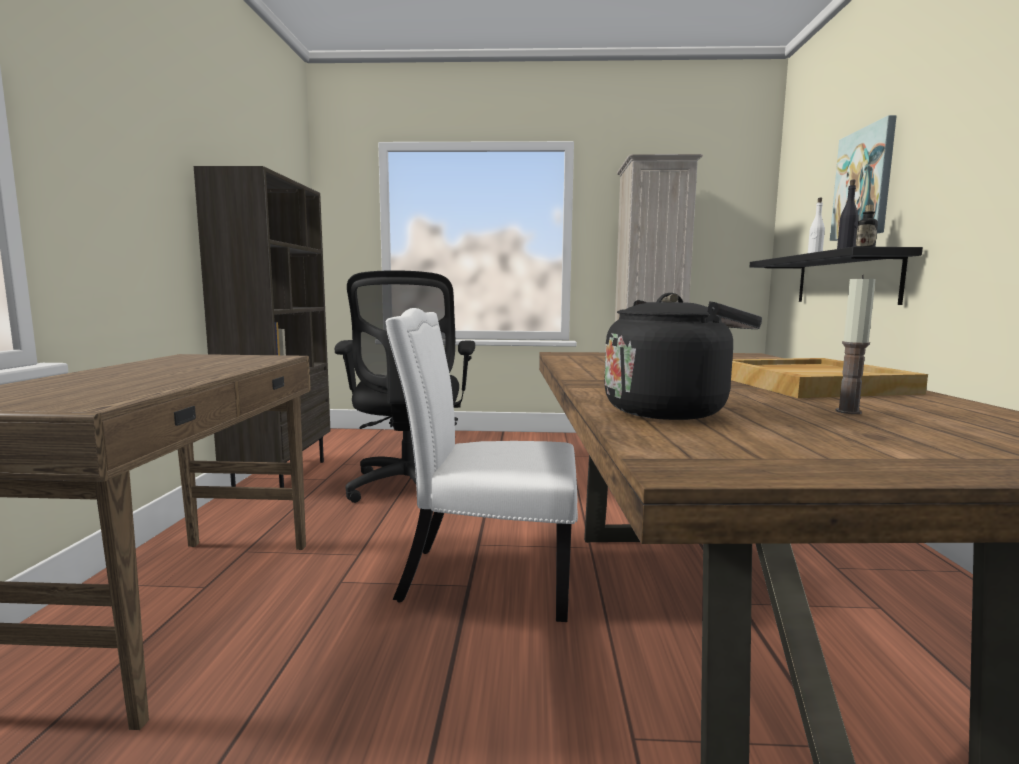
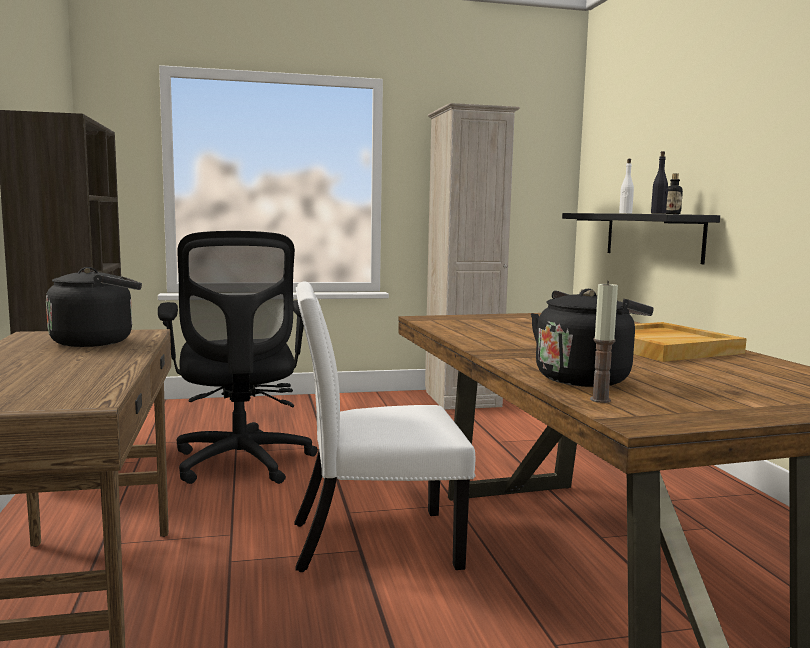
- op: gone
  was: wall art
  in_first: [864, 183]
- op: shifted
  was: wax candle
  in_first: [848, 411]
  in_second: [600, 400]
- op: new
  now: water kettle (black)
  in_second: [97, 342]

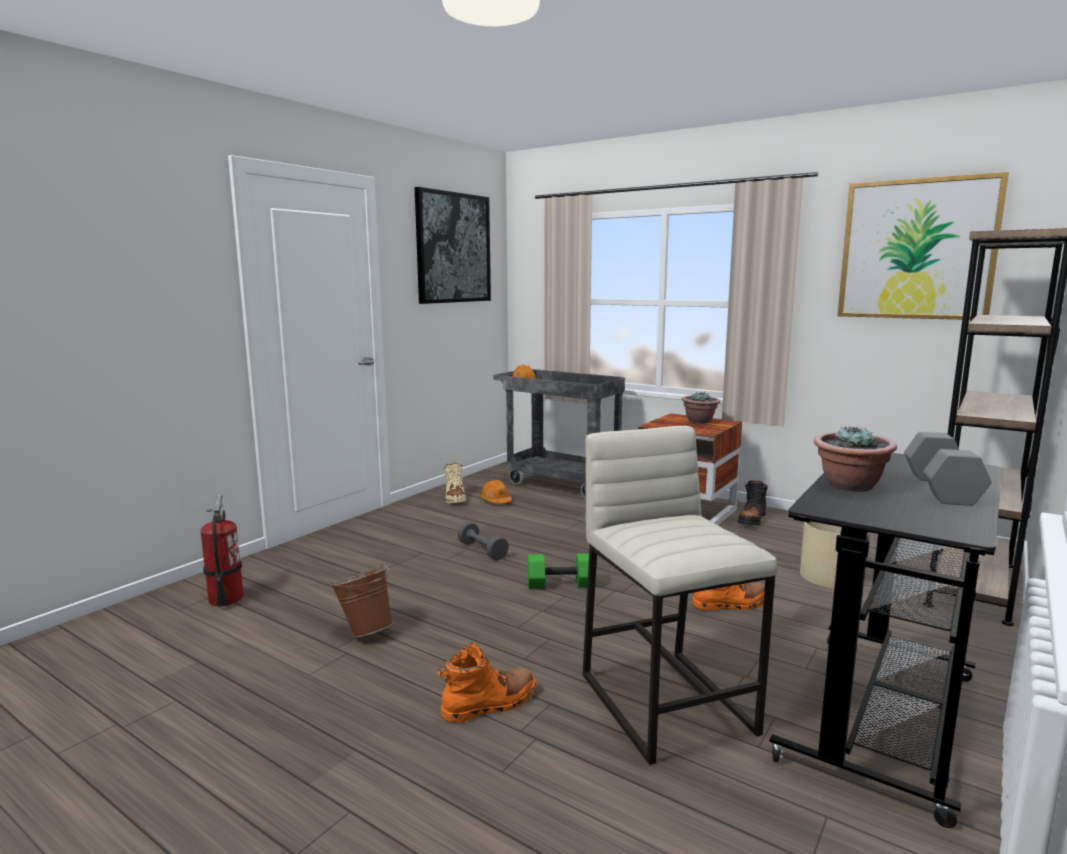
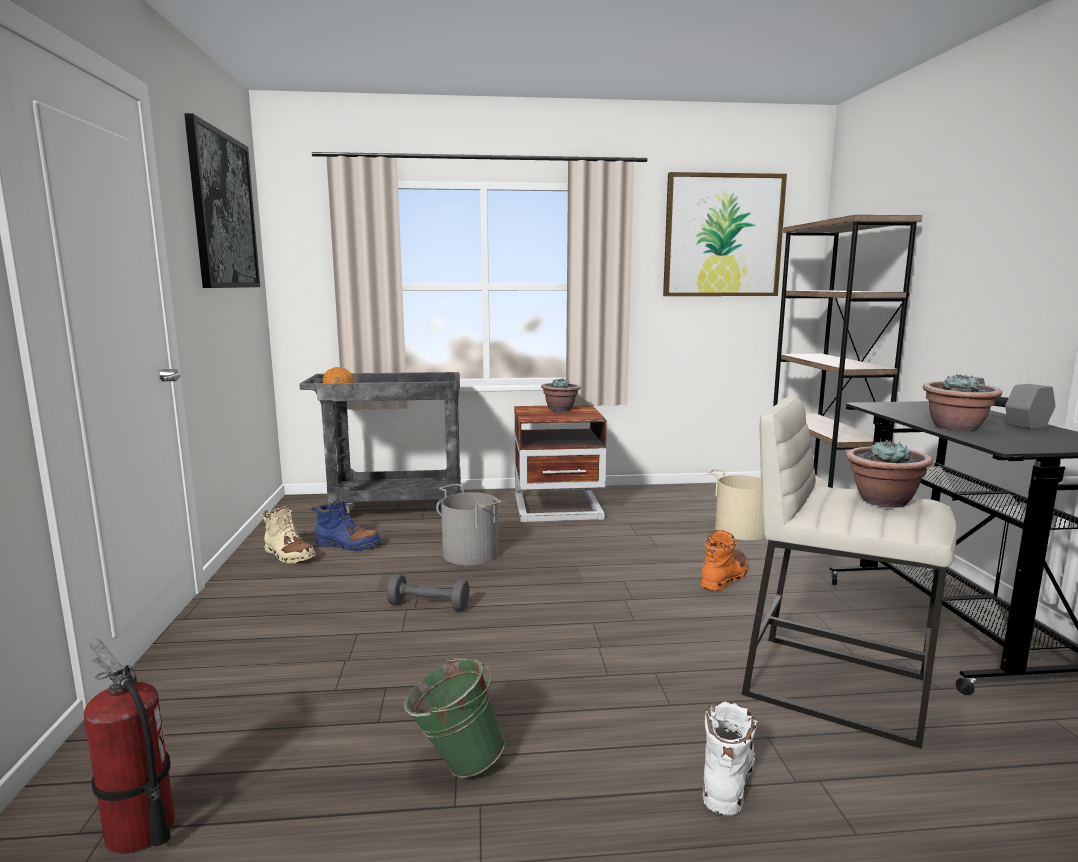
- op: swapped
  was: safety helmet (orangey)
  now: tall boot (blue)
  in_first: [496, 501]
  in_second: [347, 544]
- op: gone
  was: tall boot (black)
  in_first: [752, 520]
- op: gone
  was: free weight (greenish)
  in_first: [560, 585]
- op: repainted
  was: water bucket (brownish)
  now: water bucket (greenish)
  in_first: [365, 631]
  in_second: [455, 763]
- op: repainted
  was: tall boot (orangey)
  now: tall boot (white)
  in_first: [490, 704]
  in_second: [727, 771]
- op: new
  now: houseplant
  in_second: [883, 501]
- op: new
  now: water bucket (grey)
  in_second: [471, 553]

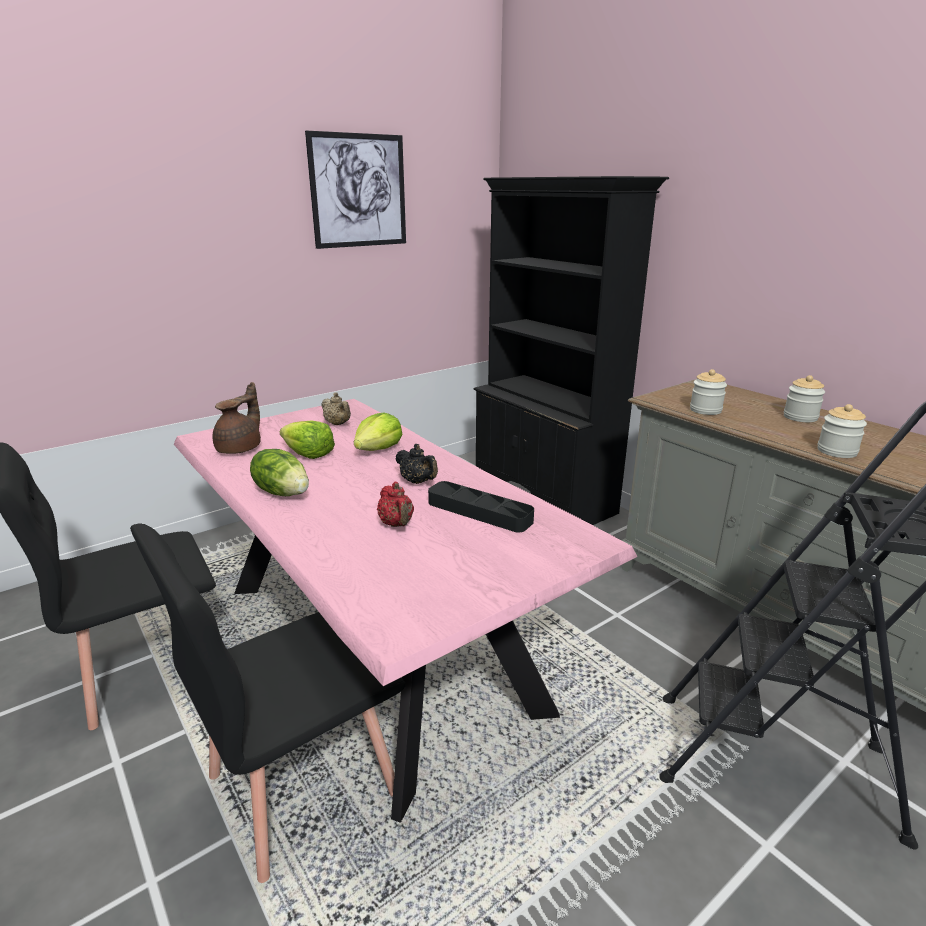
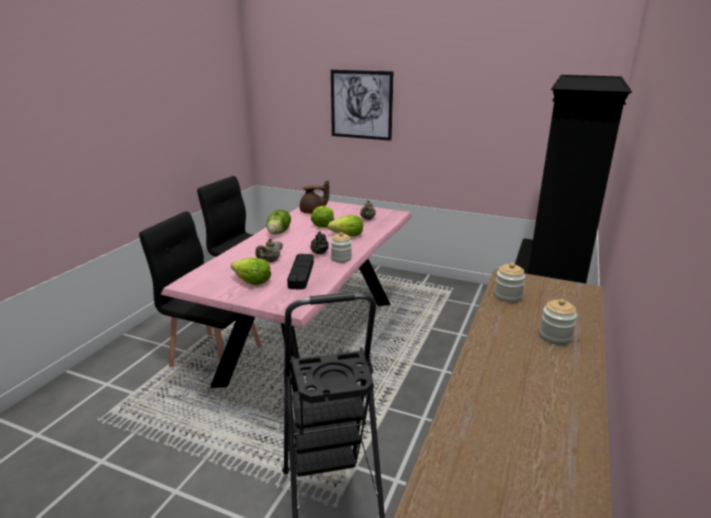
- op: shifted
  was: wall art
  in_first: [359, 191]
  in_second: [361, 105]
- op: shifted
  was: storage jar
  in_first: [836, 451]
  in_second: [341, 258]
- op: repainted
  was: teapot (red)
  now: teapot (beige)
  in_first: [397, 524]
  in_second: [270, 261]
- op: new
  now: head of lettuce
  in_second: [252, 281]

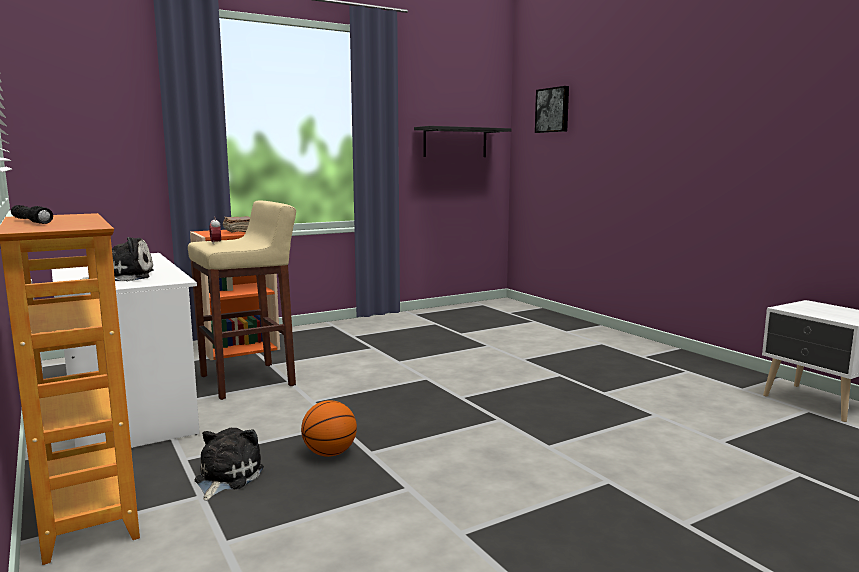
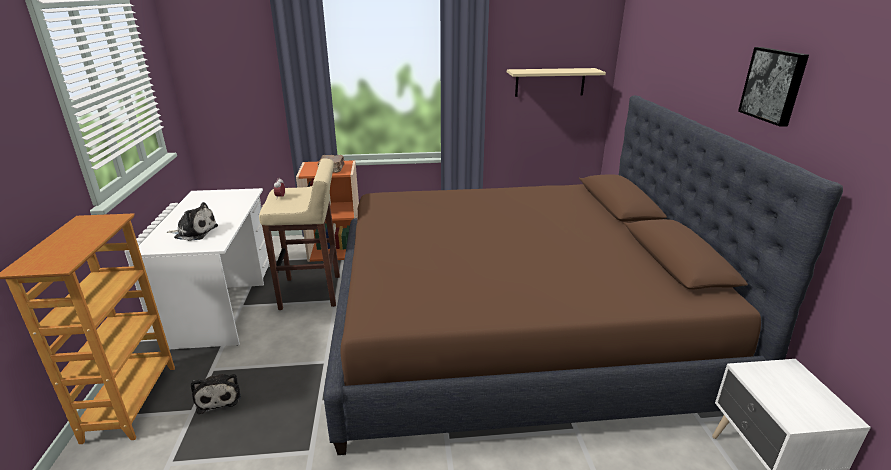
- op: shifted
  was: wall art
  in_first: [553, 110]
  in_second: [774, 85]
- op: repainted
  was: bracket shelf (black)
  now: bracket shelf (beige)
  in_first: [455, 142]
  in_second: [550, 82]
- op: gone
  was: torch (black)
  in_first: [31, 221]
- op: gone
  was: basketball
  in_first: [330, 453]
- op: rotated
  was: cuddly toy
  in_first: [226, 477]
  in_second: [219, 397]
  clockwise: 120
- op: new
  now: bedroom bed (brownish)
  in_second: [514, 327]

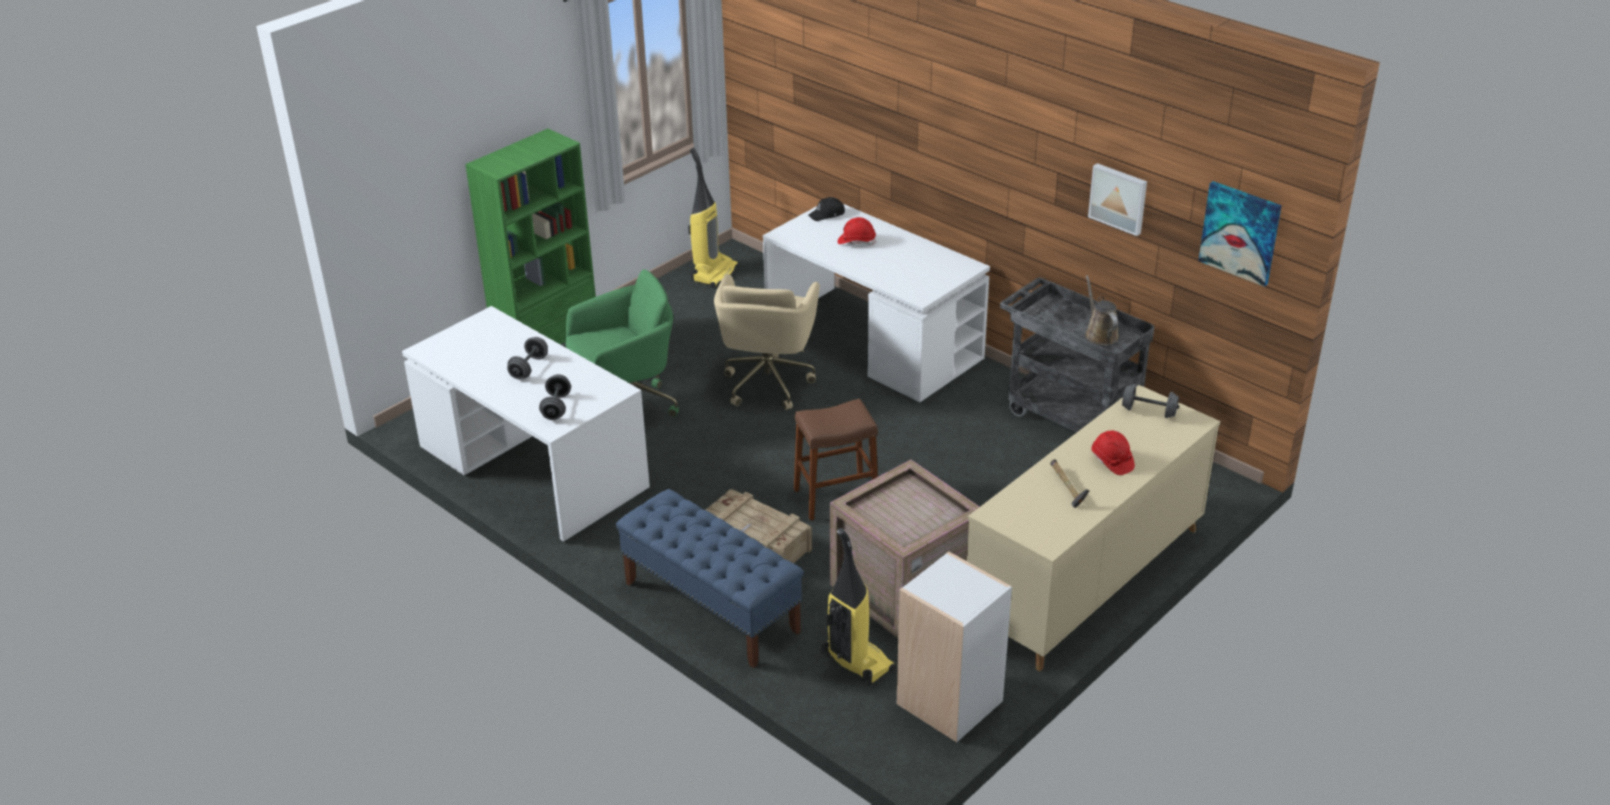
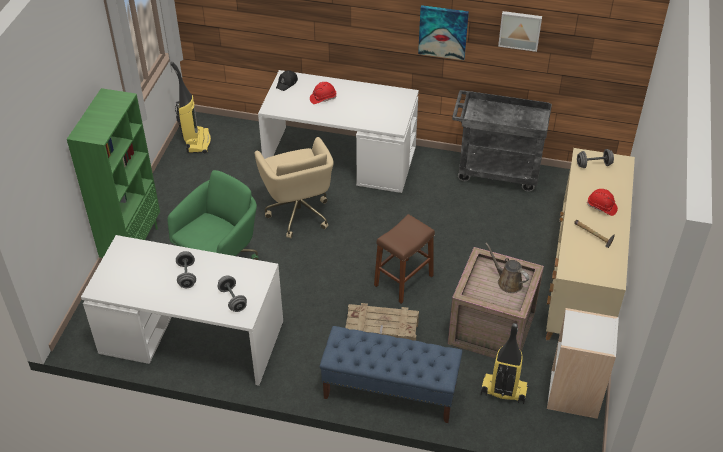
- op: shifted
  was: wall art
  in_first: [1240, 232]
  in_second: [443, 32]
- op: shifted
  was: watering can (brownish)
  in_first: [1100, 334]
  in_second: [507, 282]

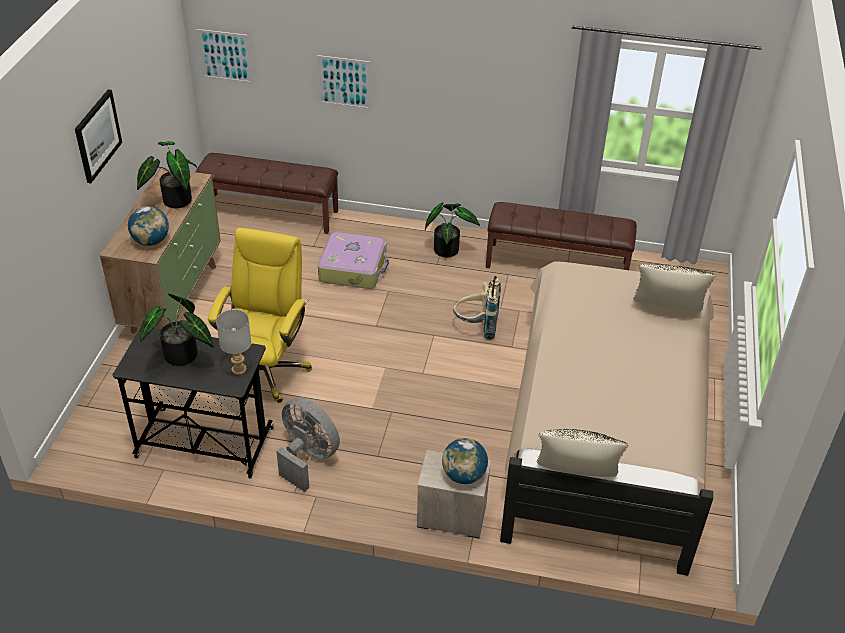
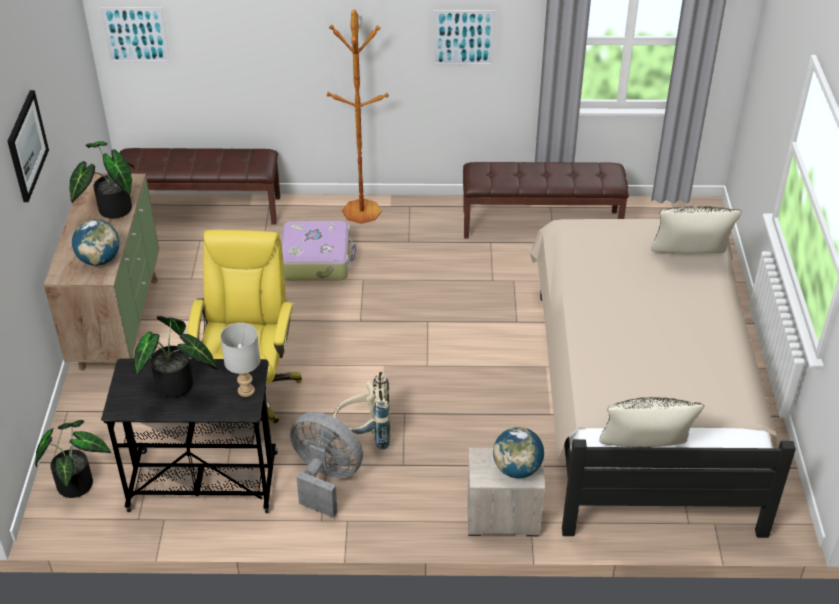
- op: shifted
  was: wall art
  in_first: [344, 82]
  in_second: [463, 37]
- op: shifted
  was: houseplant
  in_first: [448, 248]
  in_second: [78, 481]
- op: shifted
  was: knapsack (beige)
  in_first: [476, 327]
  in_second: [364, 435]
- op: new
  now: clothes rack (orangey)
  in_second: [362, 211]

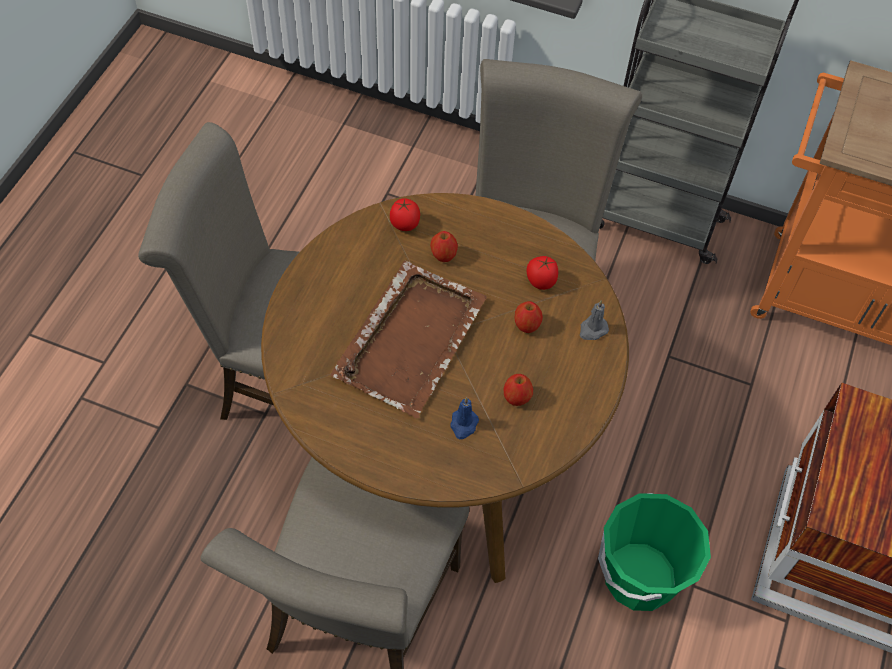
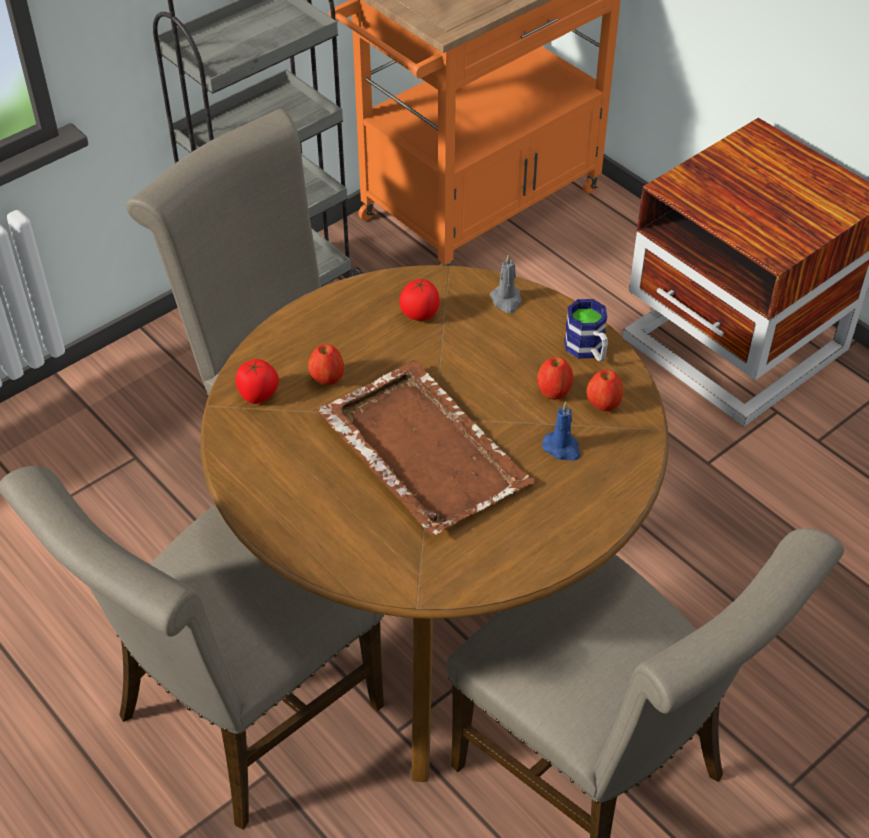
- op: shifted
  was: apple fruit
  in_first: [526, 325]
  in_second: [603, 405]
- op: gone
  was: water bucket (greenish)
  in_first: [639, 577]
- op: new
  now: mug
  in_second: [588, 351]

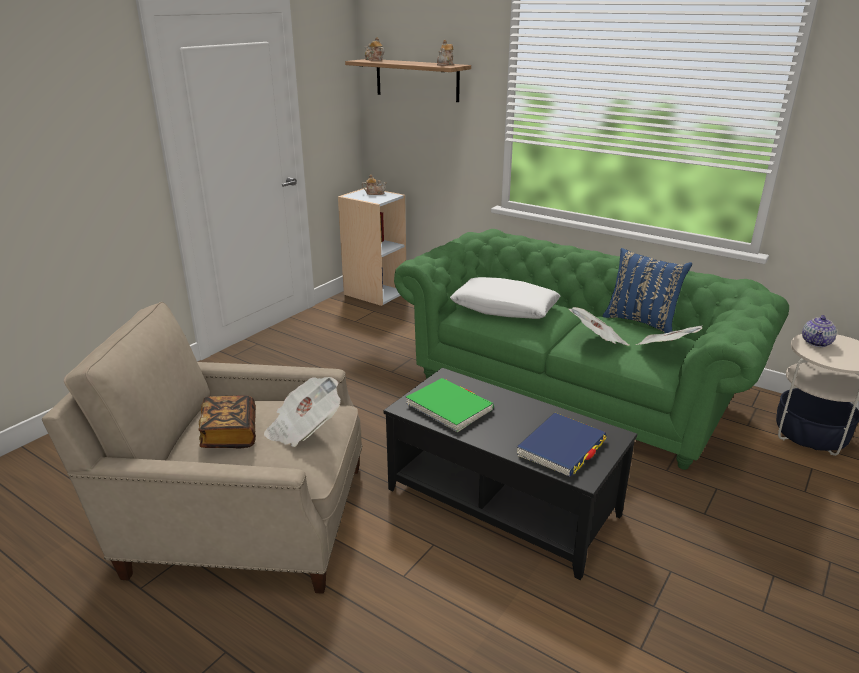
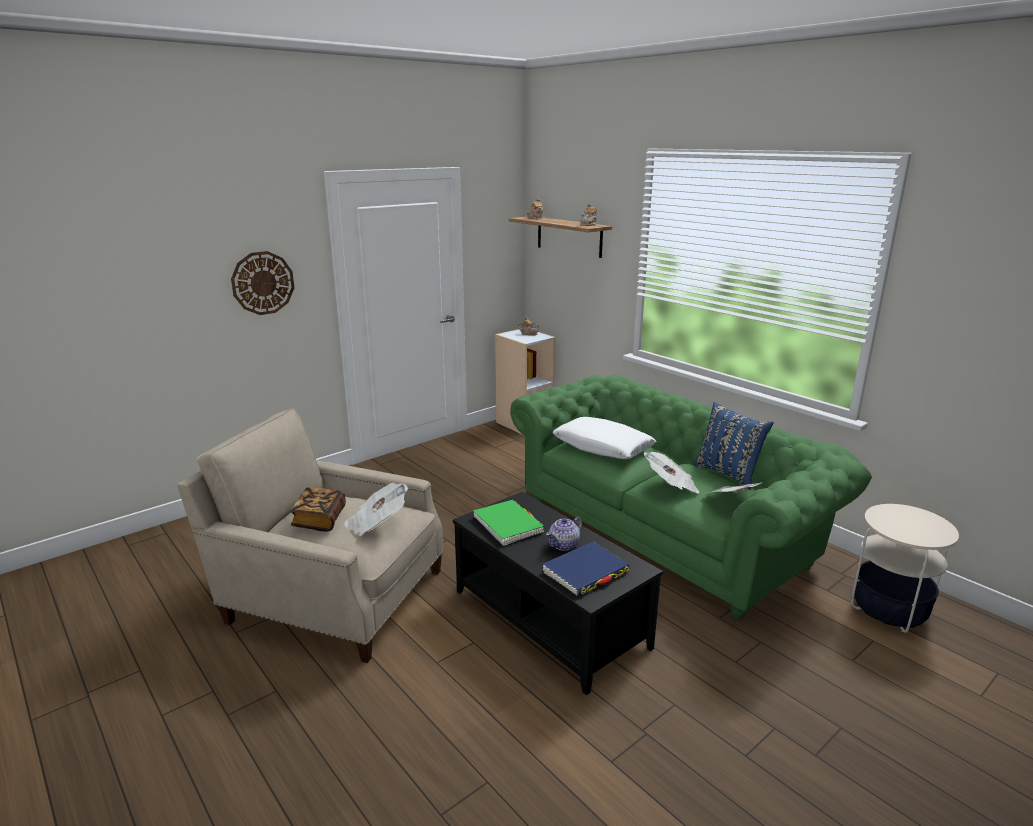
- op: shifted
  was: teapot
  in_first: [816, 342]
  in_second: [564, 545]
- op: new
  now: wall clock
  in_second: [263, 283]

